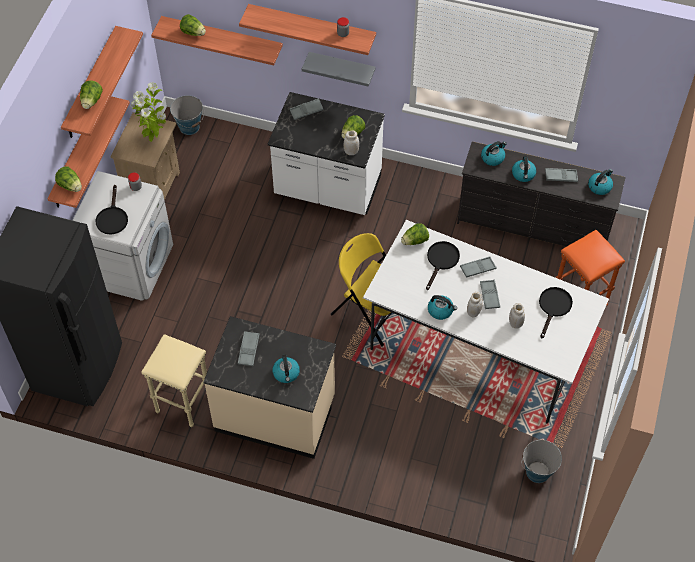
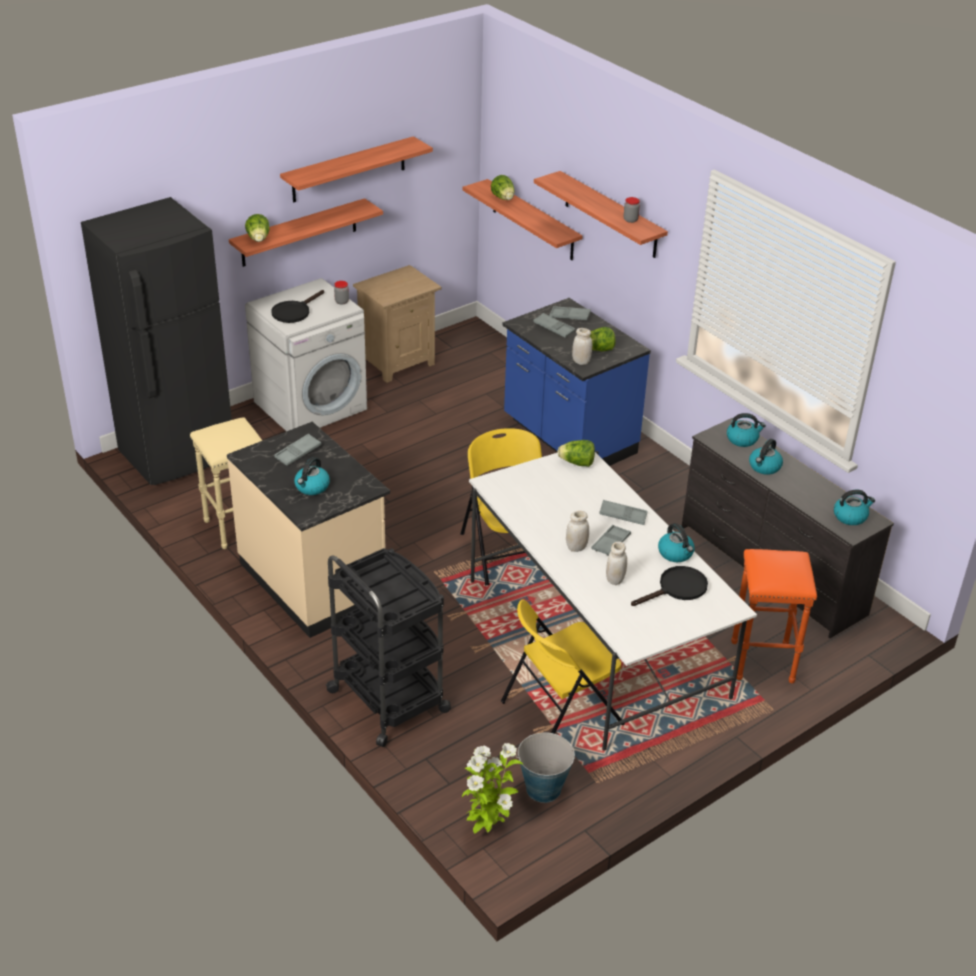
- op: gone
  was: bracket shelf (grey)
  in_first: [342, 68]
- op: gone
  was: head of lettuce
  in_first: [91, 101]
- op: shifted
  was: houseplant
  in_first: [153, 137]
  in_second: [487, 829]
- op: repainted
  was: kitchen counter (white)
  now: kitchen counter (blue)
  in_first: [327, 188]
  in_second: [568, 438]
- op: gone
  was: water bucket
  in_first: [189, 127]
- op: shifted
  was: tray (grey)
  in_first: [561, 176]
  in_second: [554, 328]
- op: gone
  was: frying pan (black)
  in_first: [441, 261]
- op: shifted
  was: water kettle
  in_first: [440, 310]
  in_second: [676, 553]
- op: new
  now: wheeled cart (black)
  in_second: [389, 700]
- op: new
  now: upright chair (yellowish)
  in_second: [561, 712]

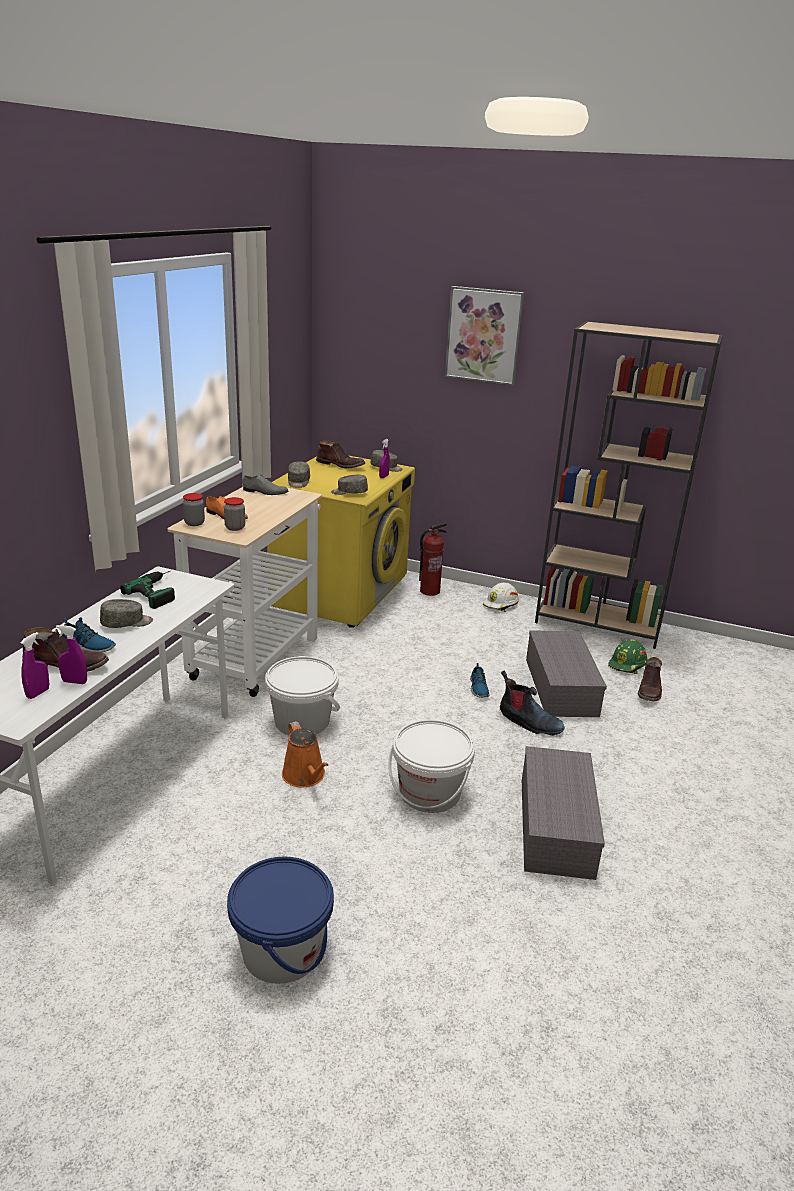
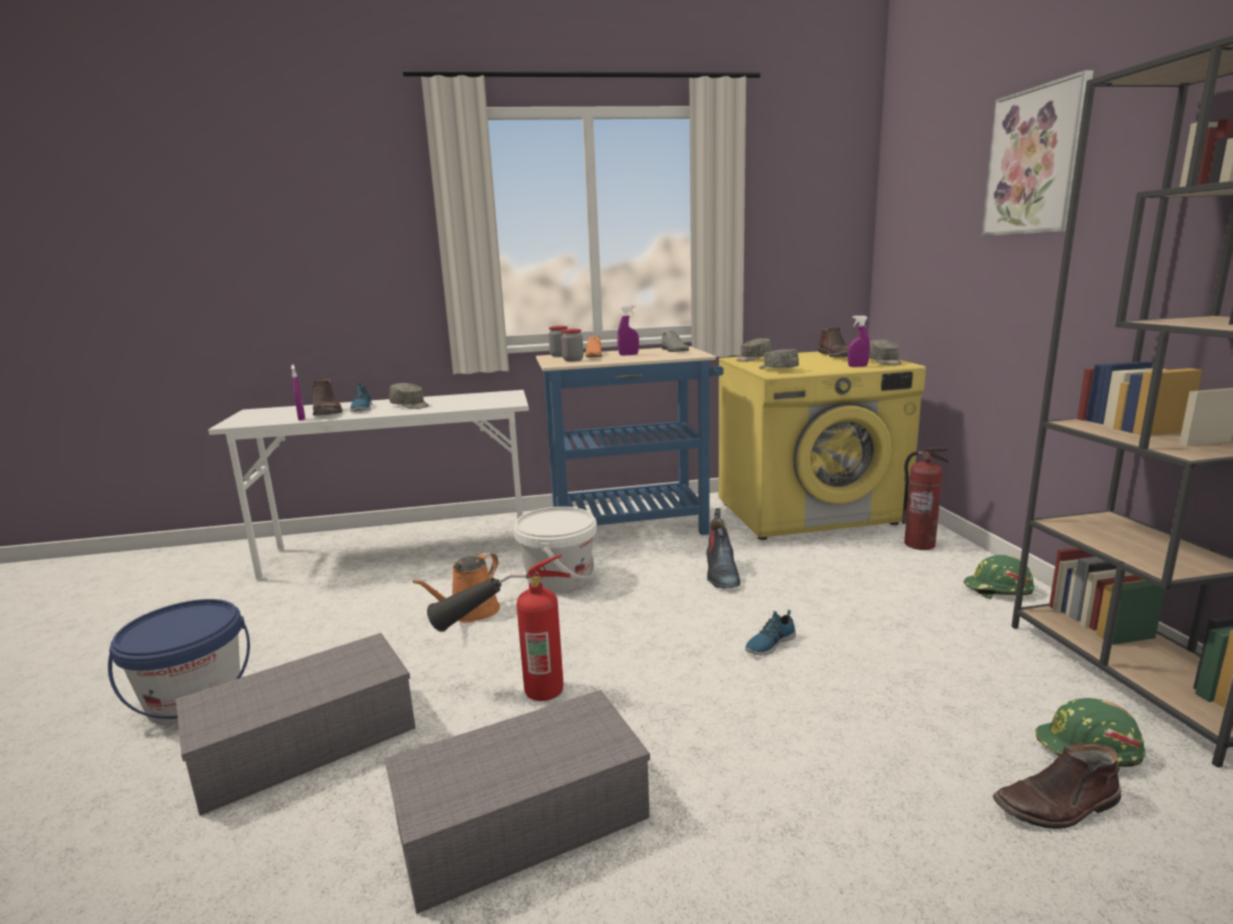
- op: repainted
  was: wheeled cart (white)
  now: wheeled cart (blue)
  in_first: [256, 658]
  in_second: [632, 527]
- op: gone
  was: power drill
  in_first: [160, 591]
- op: repainted
  was: safety helmet (white)
  now: safety helmet (greenish)
  in_first: [501, 604]
  in_second: [997, 590]
- op: shifted
  was: storage box (grey)
  in_first: [559, 686]
  in_second: [308, 739]
- op: shifted
  was: hand sprayer (purple-coloured)
  in_first: [38, 693]
  in_second: [628, 355]
- op: shifted
  was: tall boot
  in_first: [528, 722]
  in_second: [721, 573]
- op: swapped
  was: water bucket (white)
  now: fire-fighting cylinder
  in_first: [429, 793]
  in_second: [507, 689]

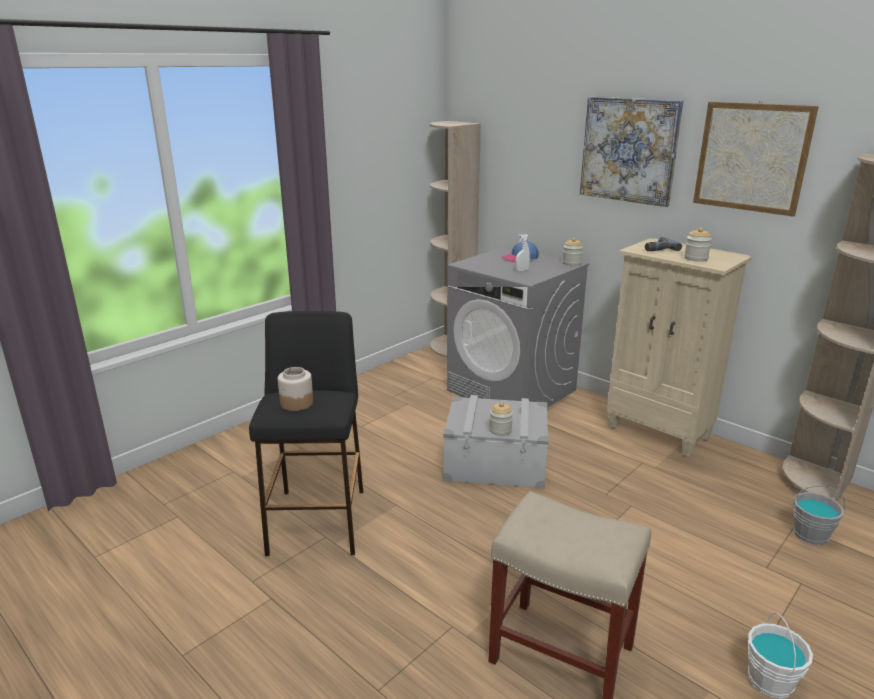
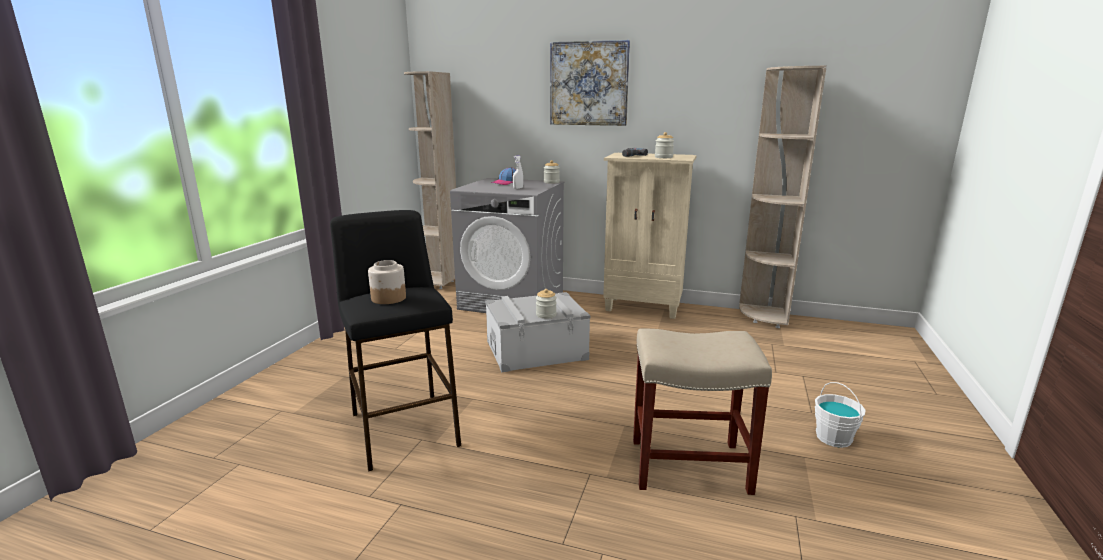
- op: gone
  was: wall art
  in_first: [752, 156]
- op: gone
  was: water bucket (grey)
  in_first: [810, 534]

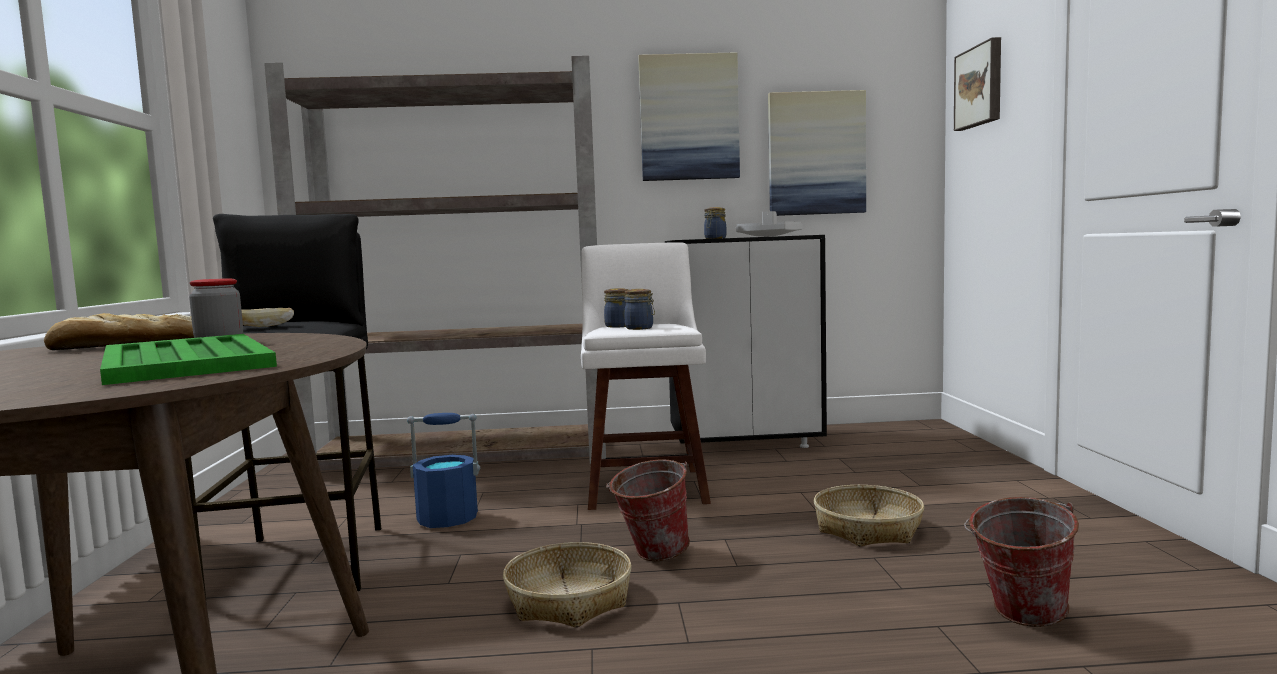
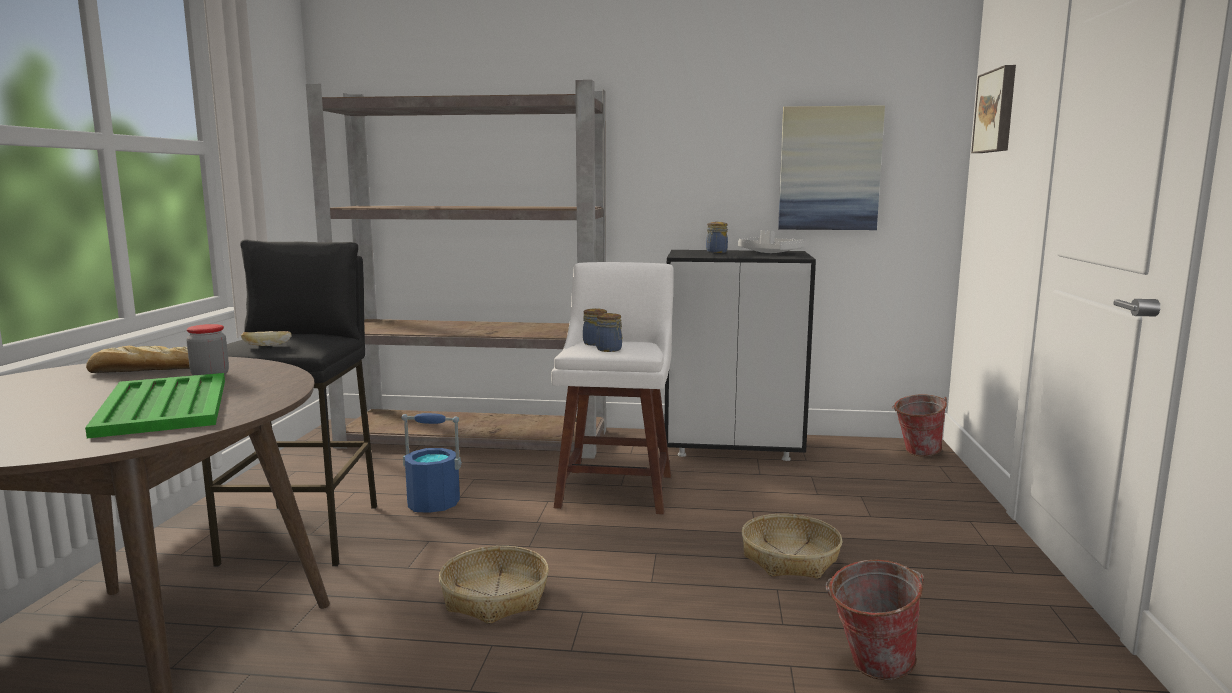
- op: gone
  was: wall art
  in_first: [689, 118]
- op: shifted
  was: water bucket
  in_first: [650, 555]
  in_second: [915, 453]

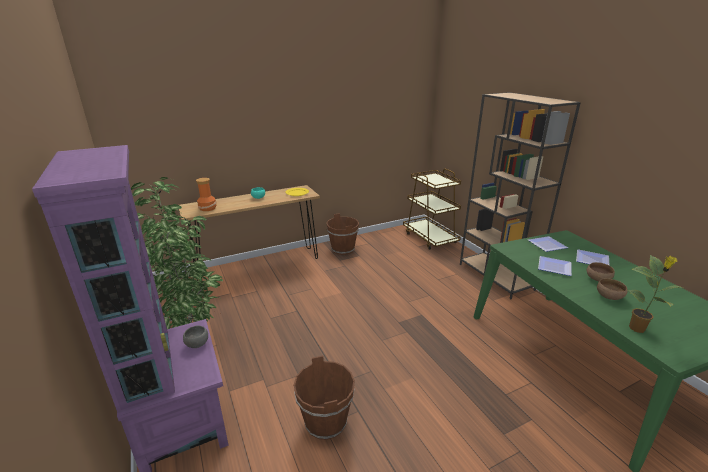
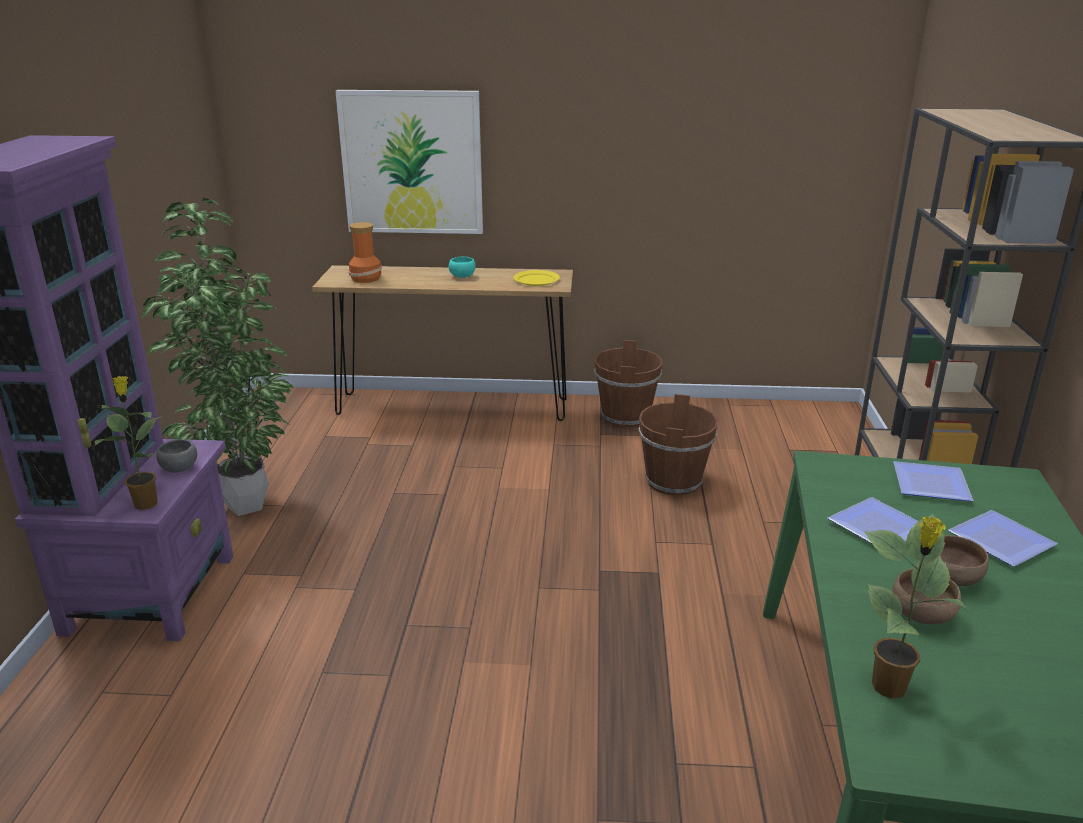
- op: gone
  was: wheeled cart (brownish)
  in_first: [430, 238]
- op: shifted
  was: water bucket (brownish)
  in_first: [326, 422]
  in_second: [674, 482]
- op: new
  now: wall art
  in_second: [412, 163]
- op: new
  now: houseplant
  in_second: [146, 503]

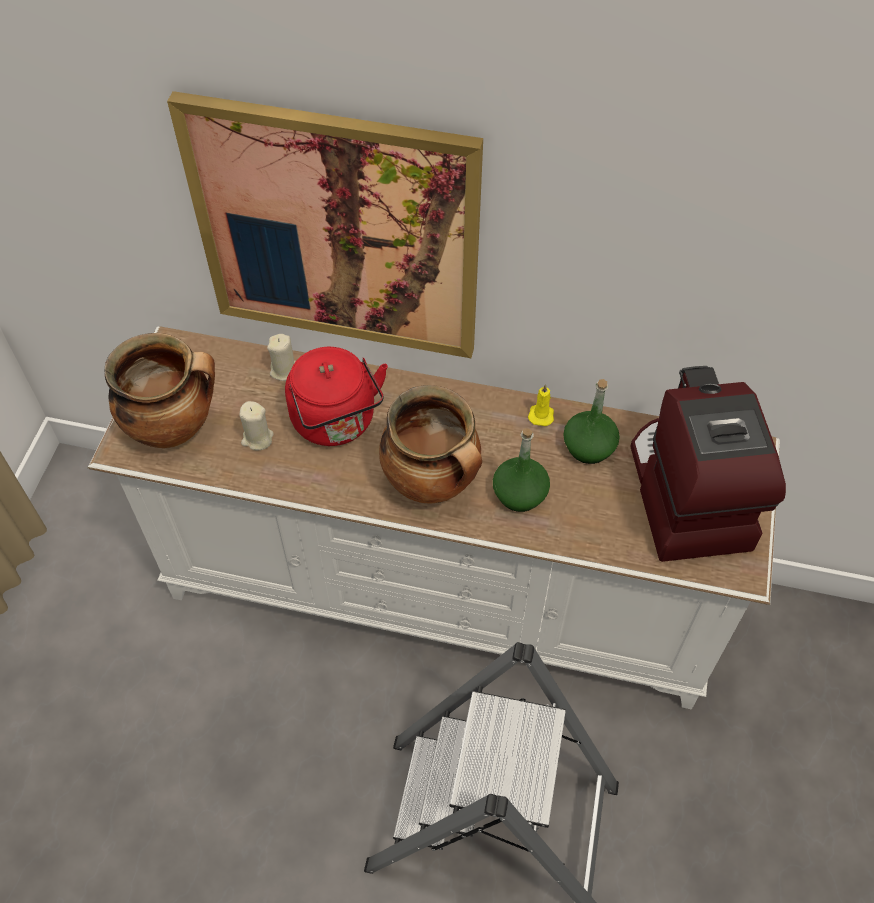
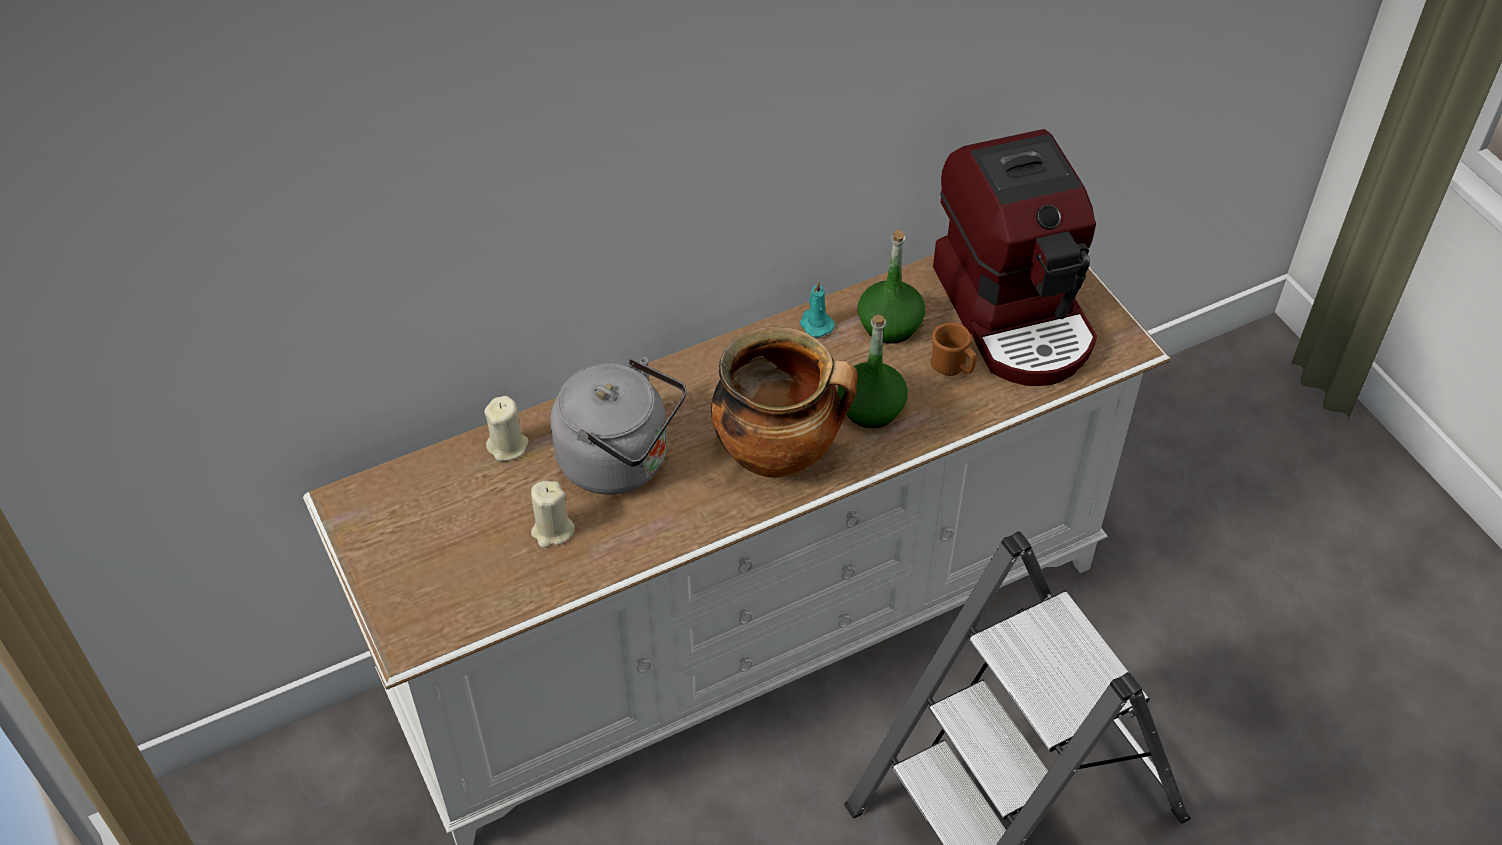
- op: gone
  was: wall art
  in_first: [337, 231]
- op: gone
  was: stockpot
  in_first: [174, 427]
- op: repainted
  was: water kettle (red)
  now: water kettle (grey)
  in_first: [336, 423]
  in_second: [621, 461]
- op: rotated
  was: coffee brewer
  in_first: [686, 495]
  in_second: [1016, 312]
  clockwise: -150
- op: repainted
  was: wax candle (yellowish)
  now: wax candle (blue-green)
  in_first: [541, 414]
  in_second: [815, 324]
- op: new
  now: mug (brownish)
  in_second: [952, 368]

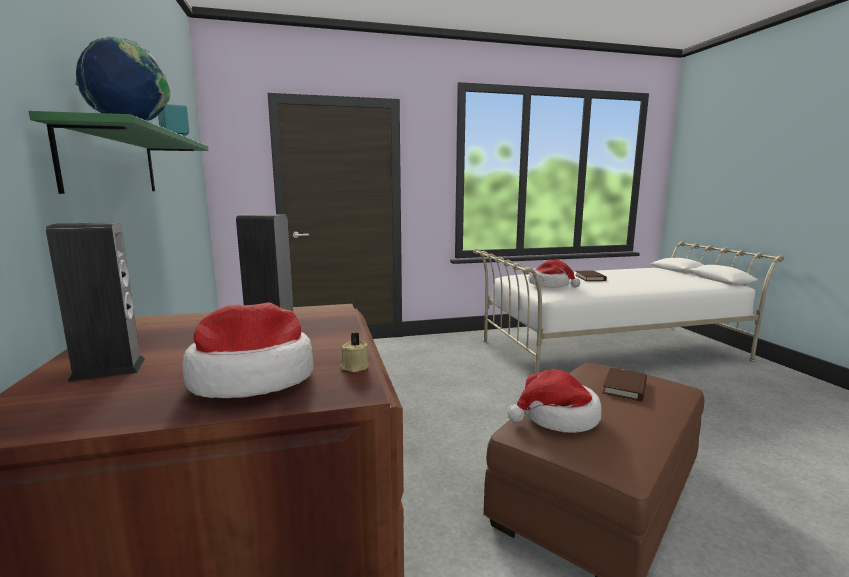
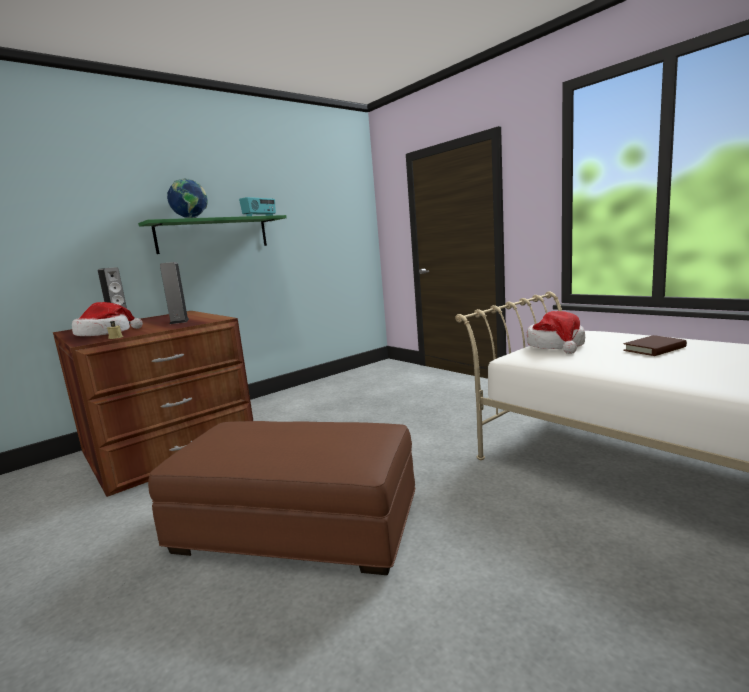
- op: gone
  was: volume (brownish)
  in_first: [625, 387]
- op: gone
  was: hat
  in_first: [557, 417]

